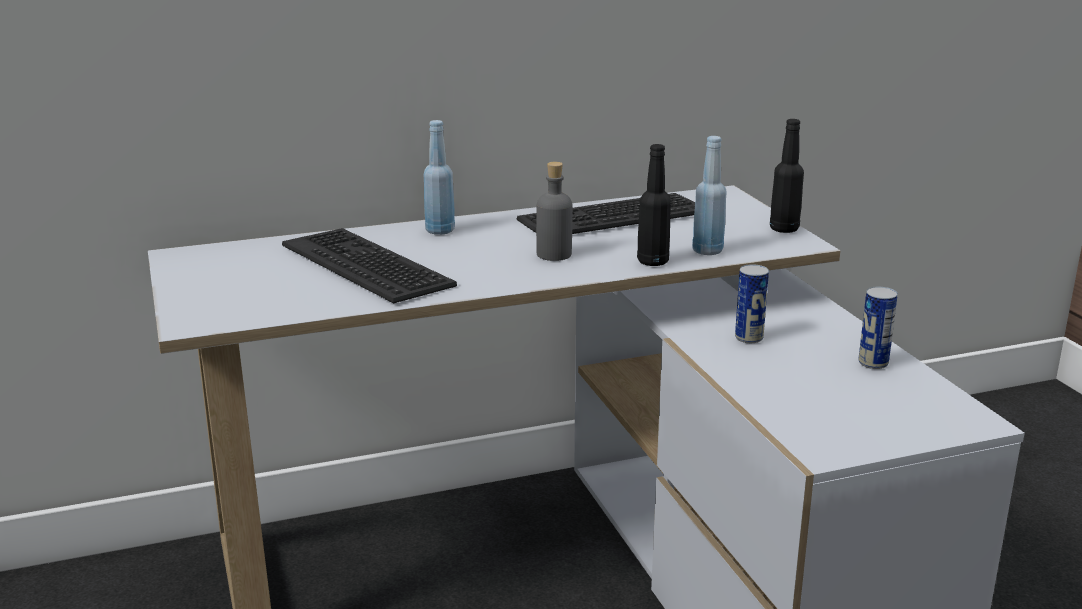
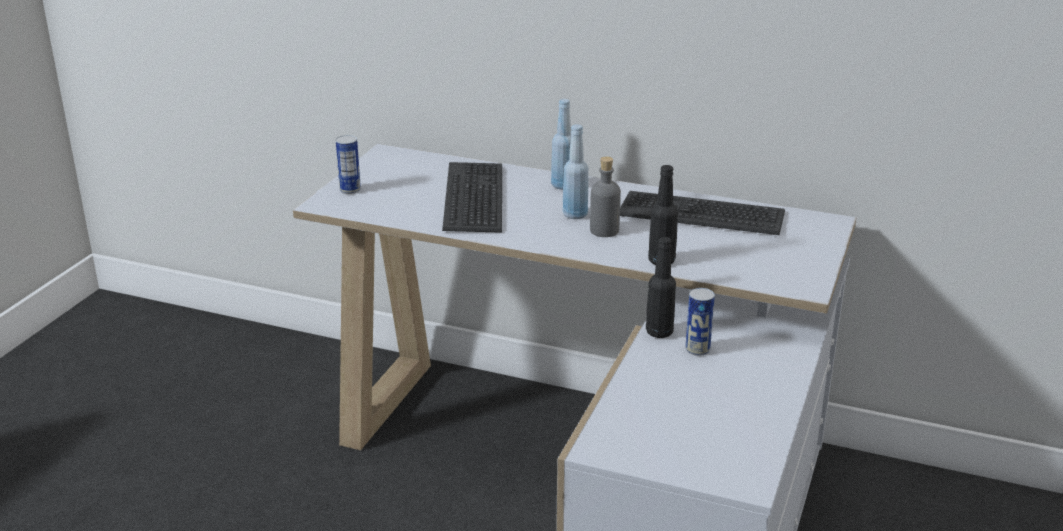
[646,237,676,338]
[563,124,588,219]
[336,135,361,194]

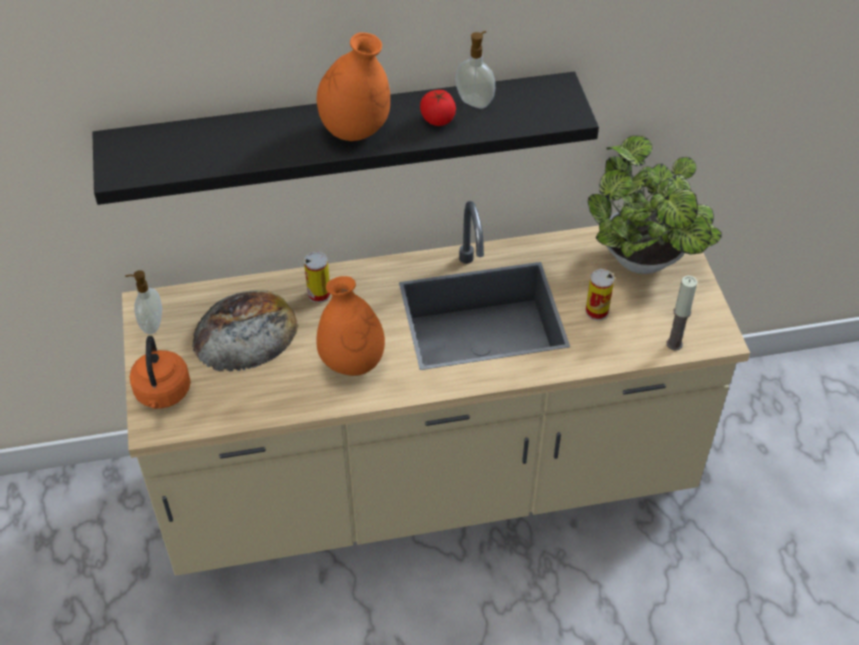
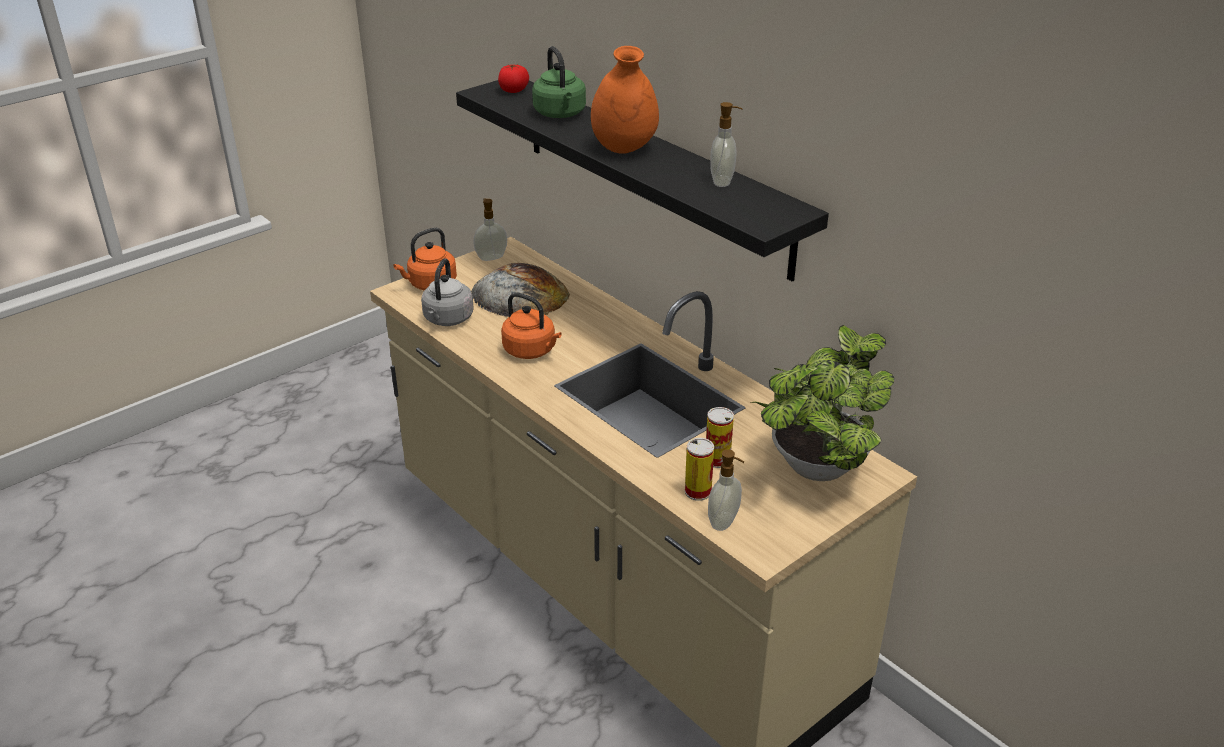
[498,64,529,93]
[685,438,714,501]
[501,292,562,359]
[708,449,744,531]
[532,46,586,118]
[421,258,474,326]

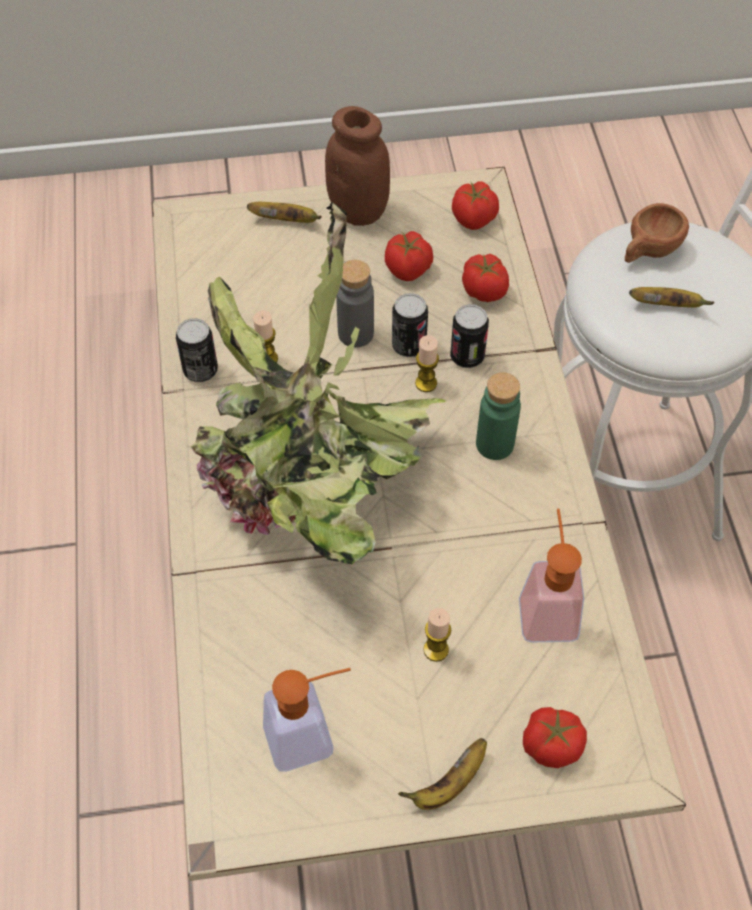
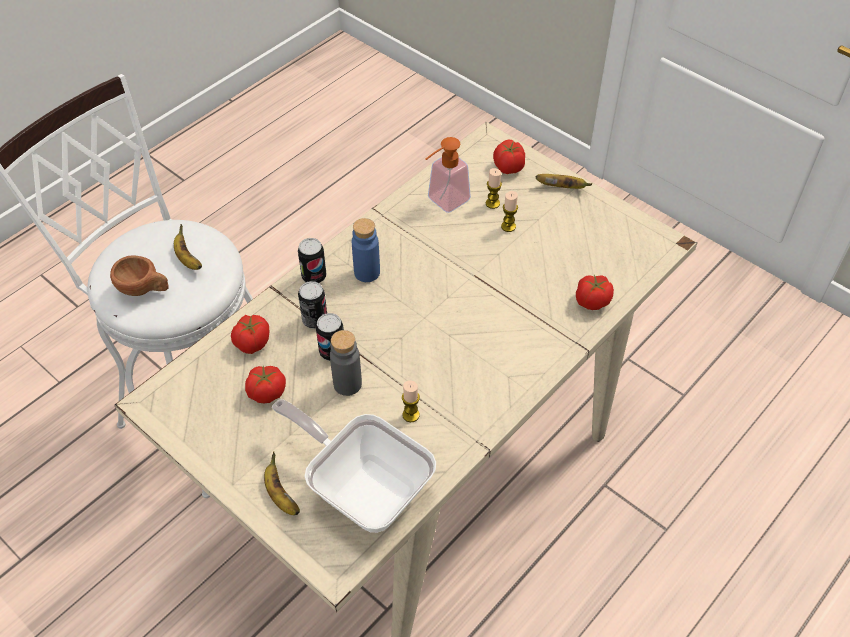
[325,106,390,226] (first image)
[576,275,614,310]
[191,202,446,565] (first image)
[298,238,327,283]
[486,168,502,209]
[352,218,380,282]
[263,668,351,772] (first image)
[272,399,436,533]

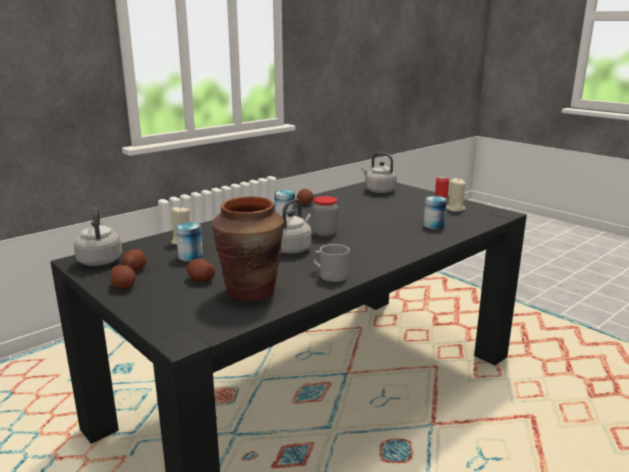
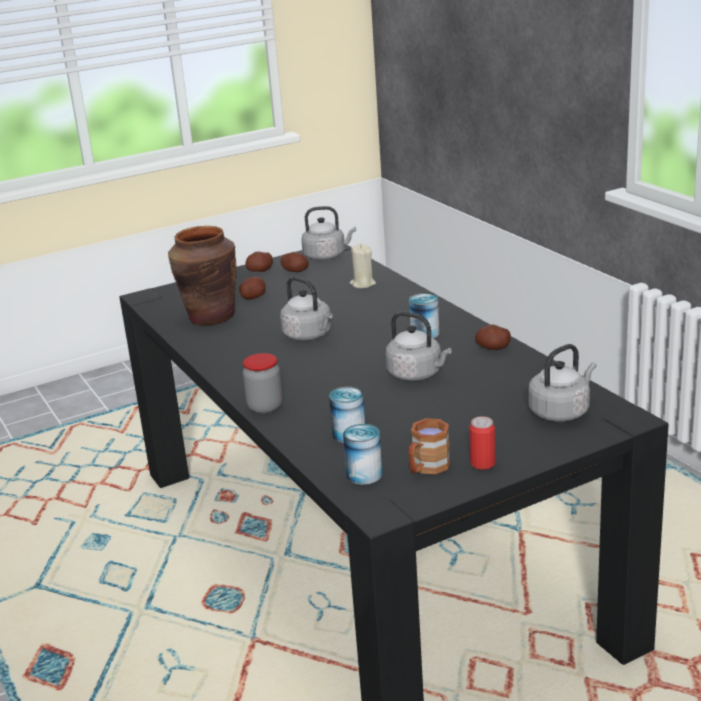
[409,418,450,474]
[243,353,283,414]
[343,424,382,485]
[313,244,350,282] (first image)
[386,311,451,381]

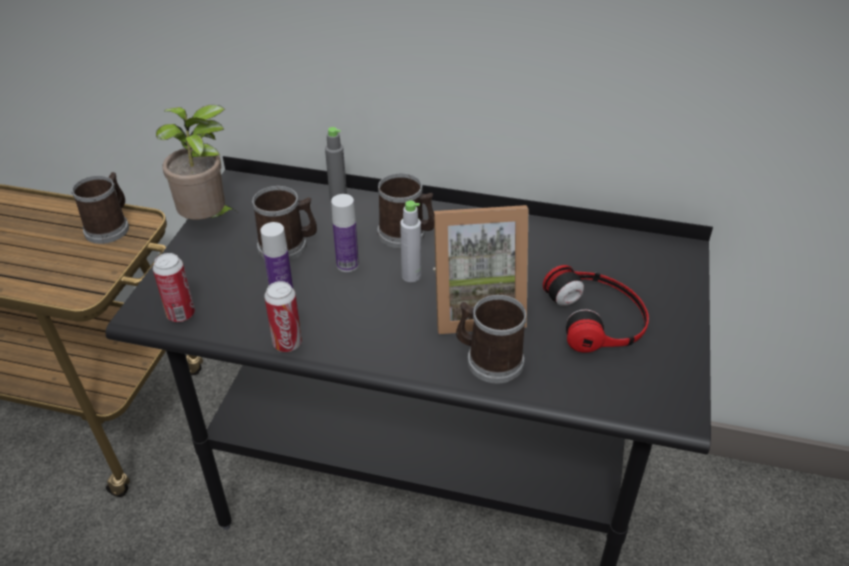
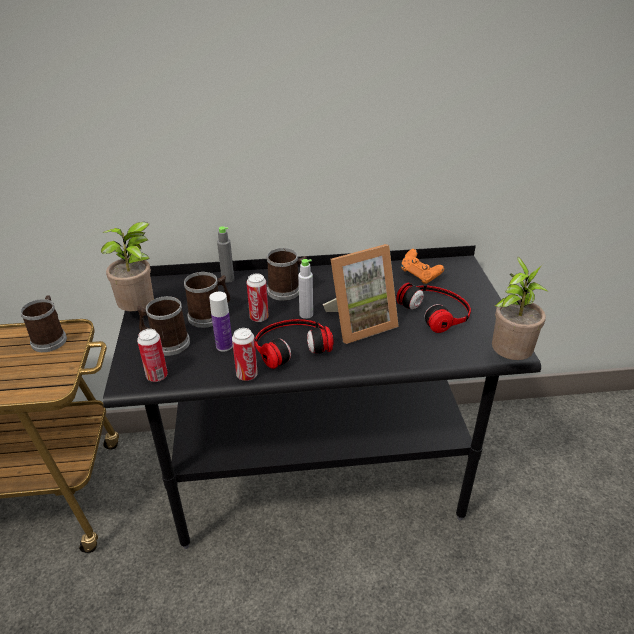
[246,274,269,322]
[136,296,190,356]
[401,249,444,284]
[492,257,548,360]
[255,319,334,369]

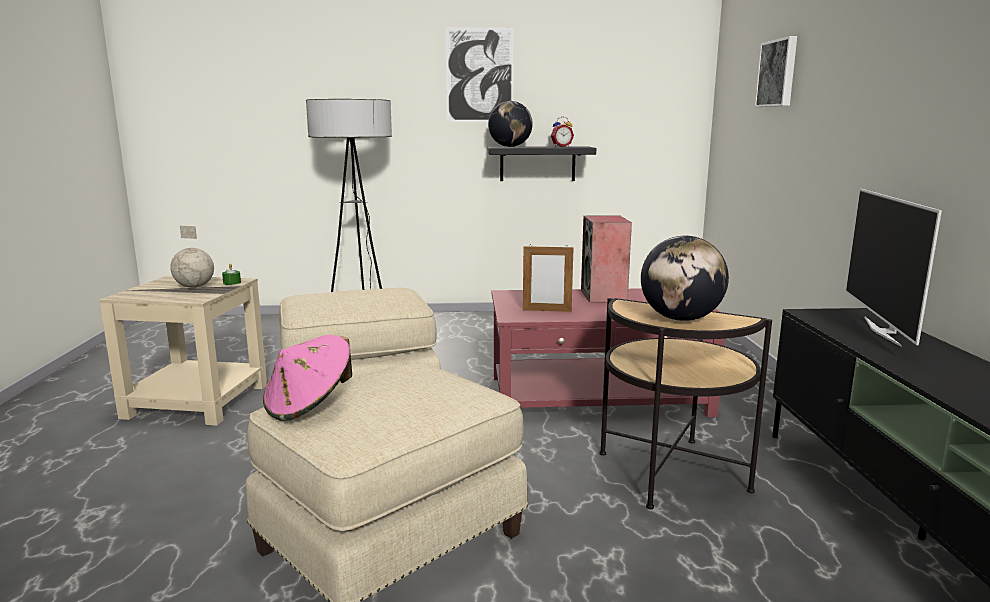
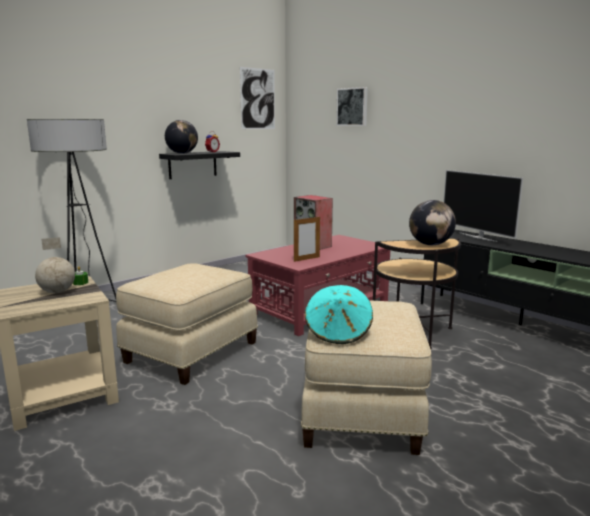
[240,67,275,129]
[304,285,373,344]

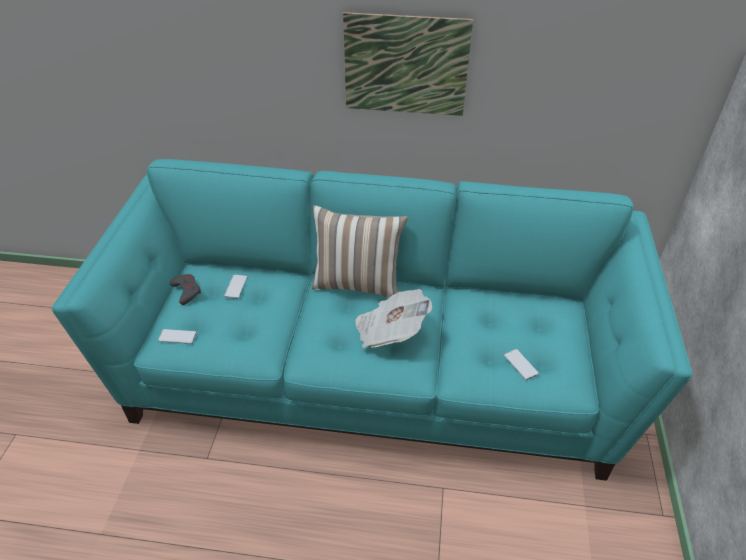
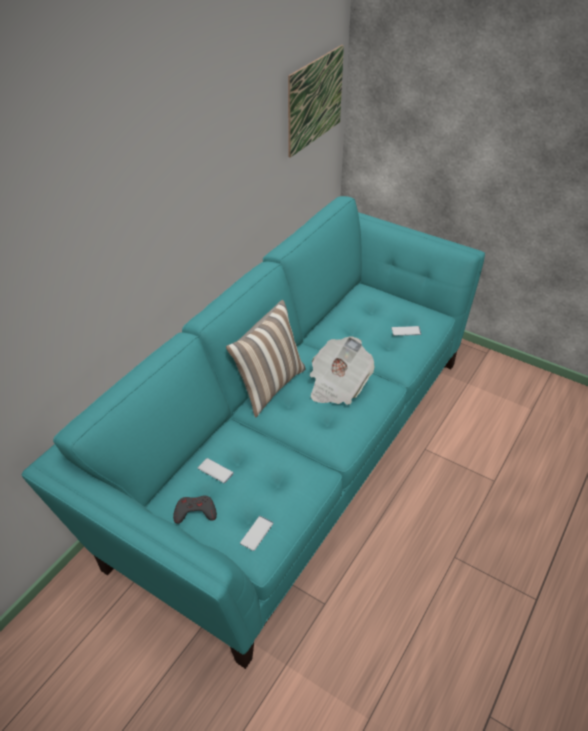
[288,45,344,158]

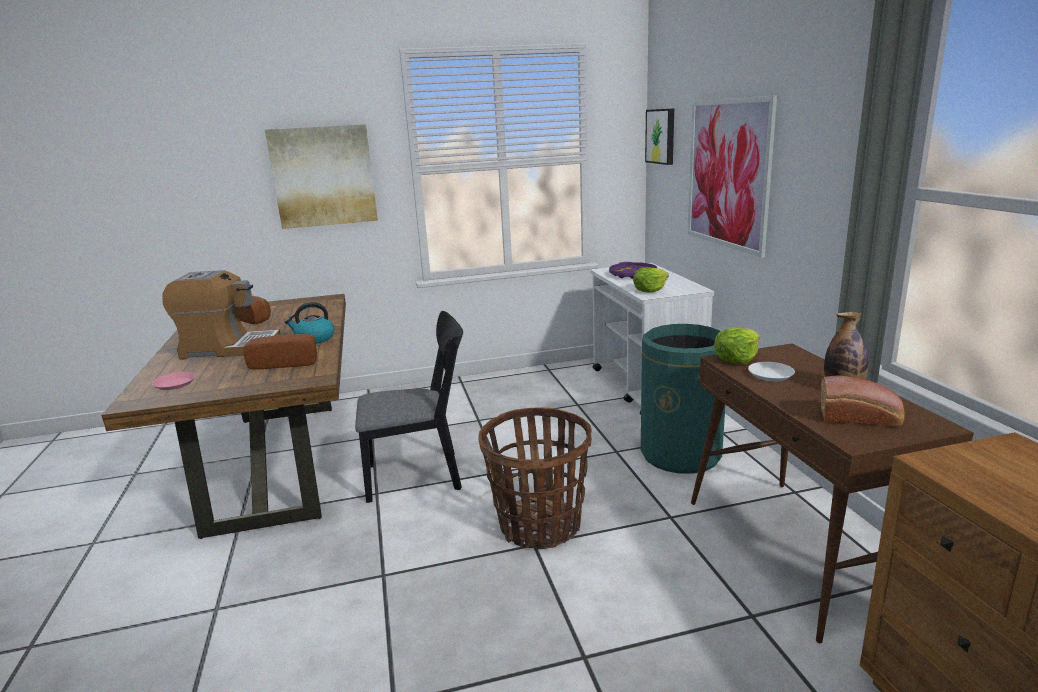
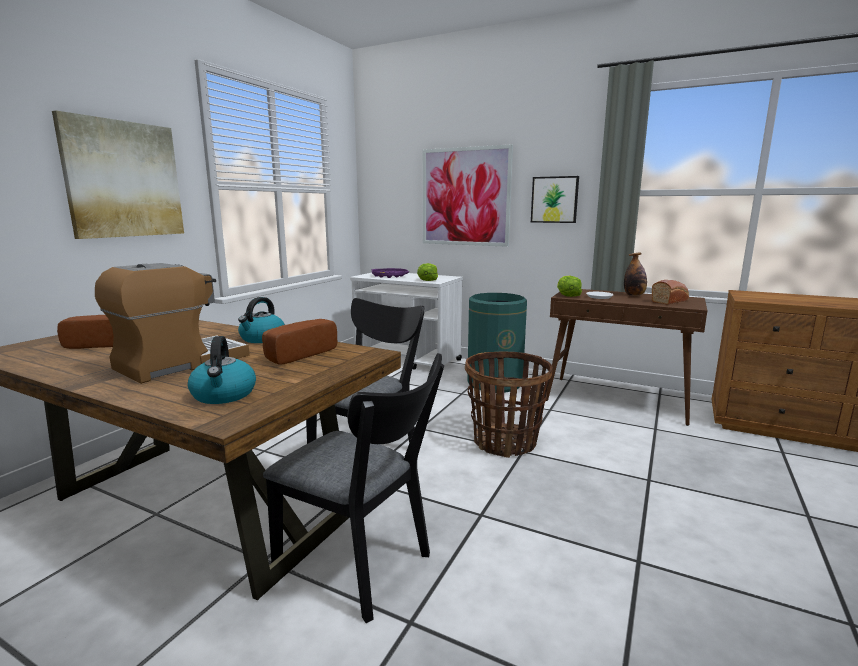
[531,176,579,223]
[188,336,256,404]
[263,353,444,623]

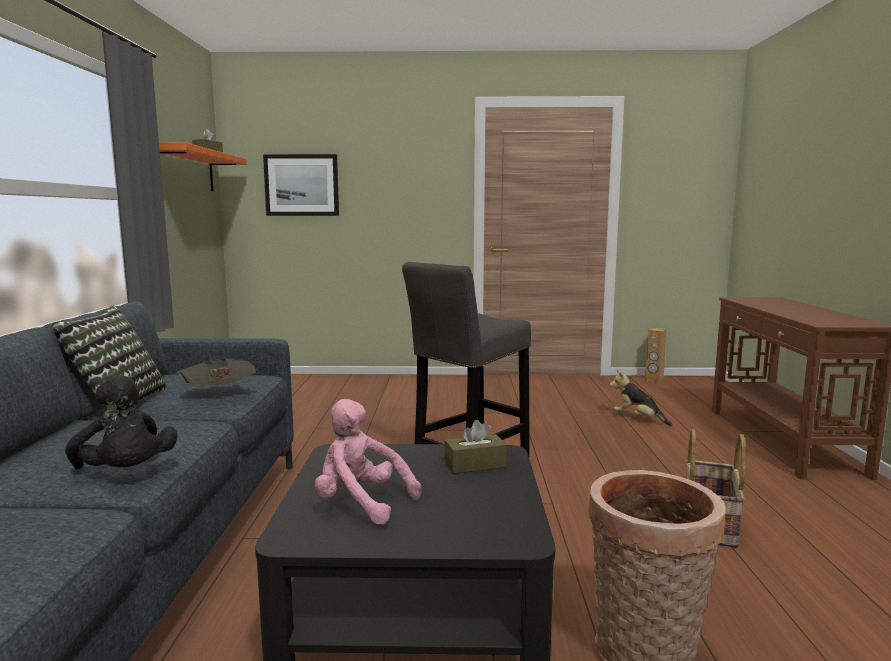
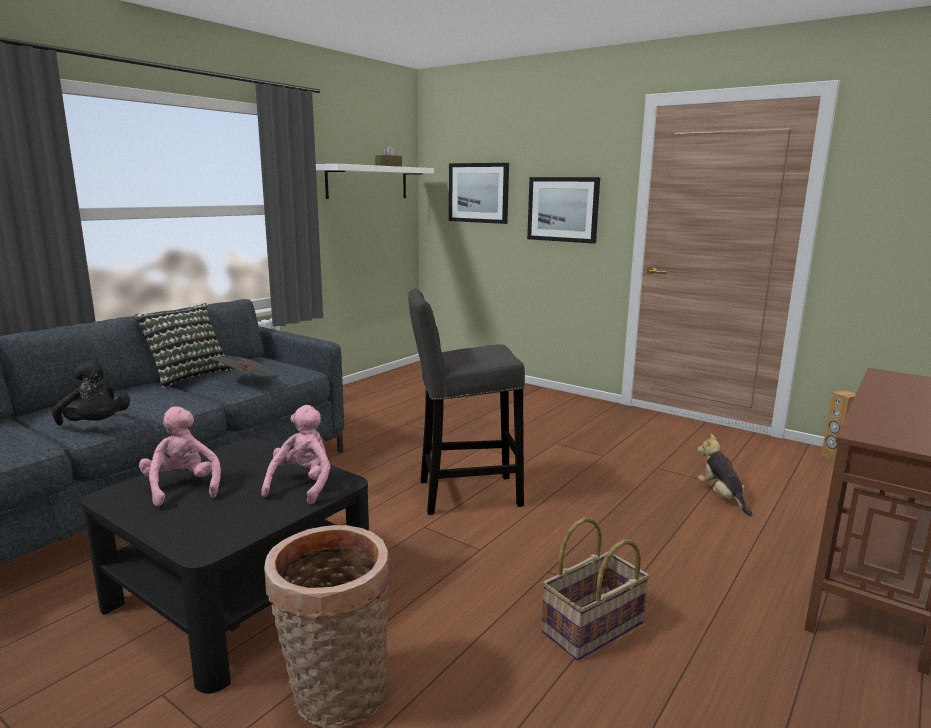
[316,164,434,199]
[52,360,130,425]
[261,405,331,504]
[527,177,600,244]

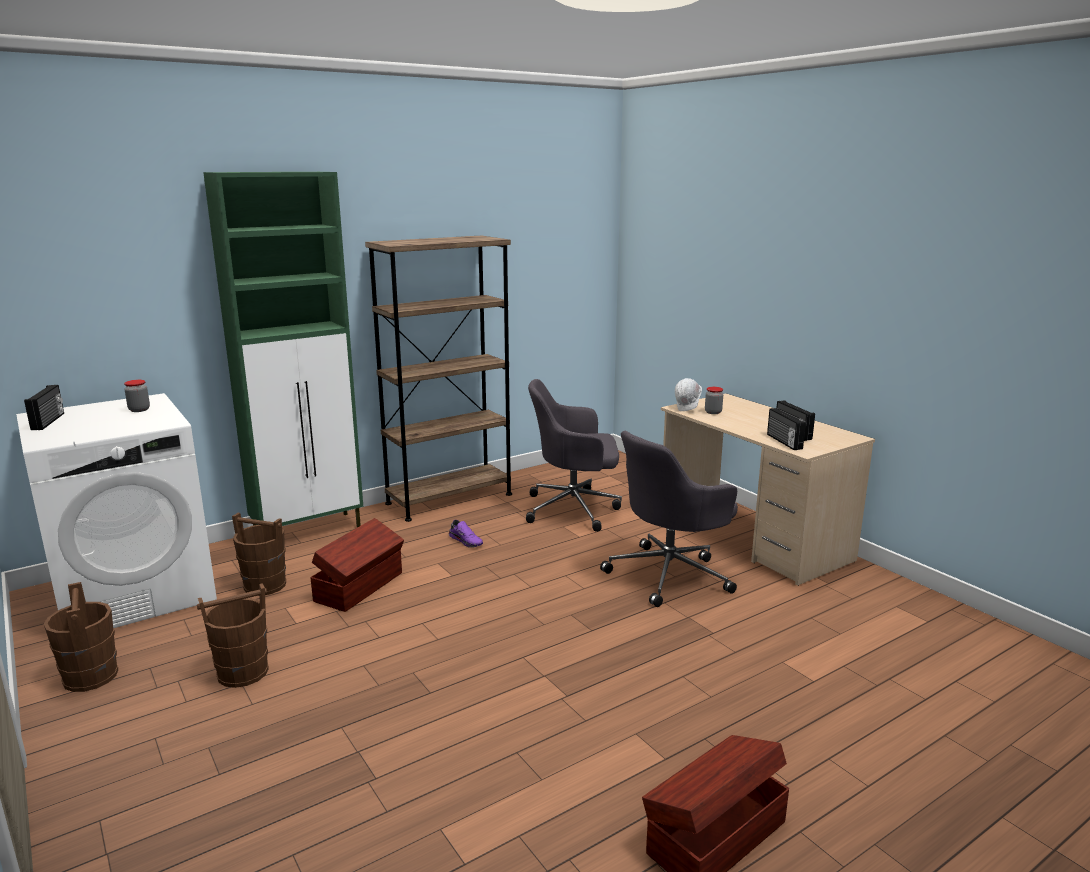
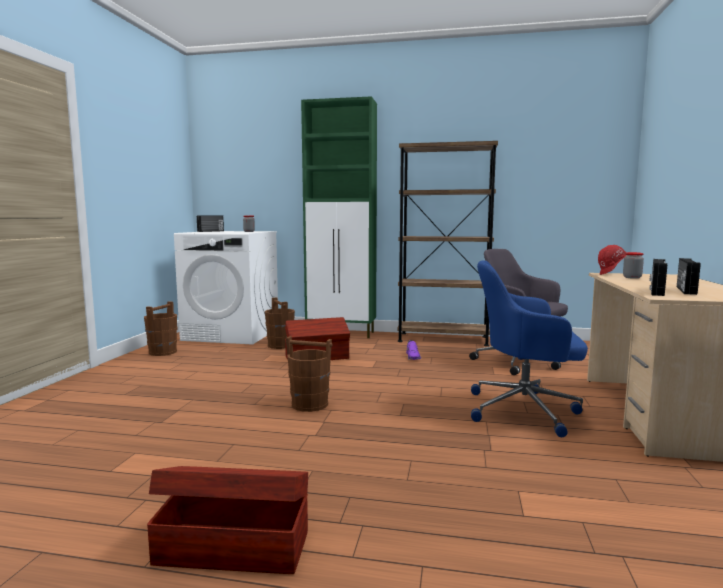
[598,245,627,275]
[471,261,588,437]
[286,336,332,412]

